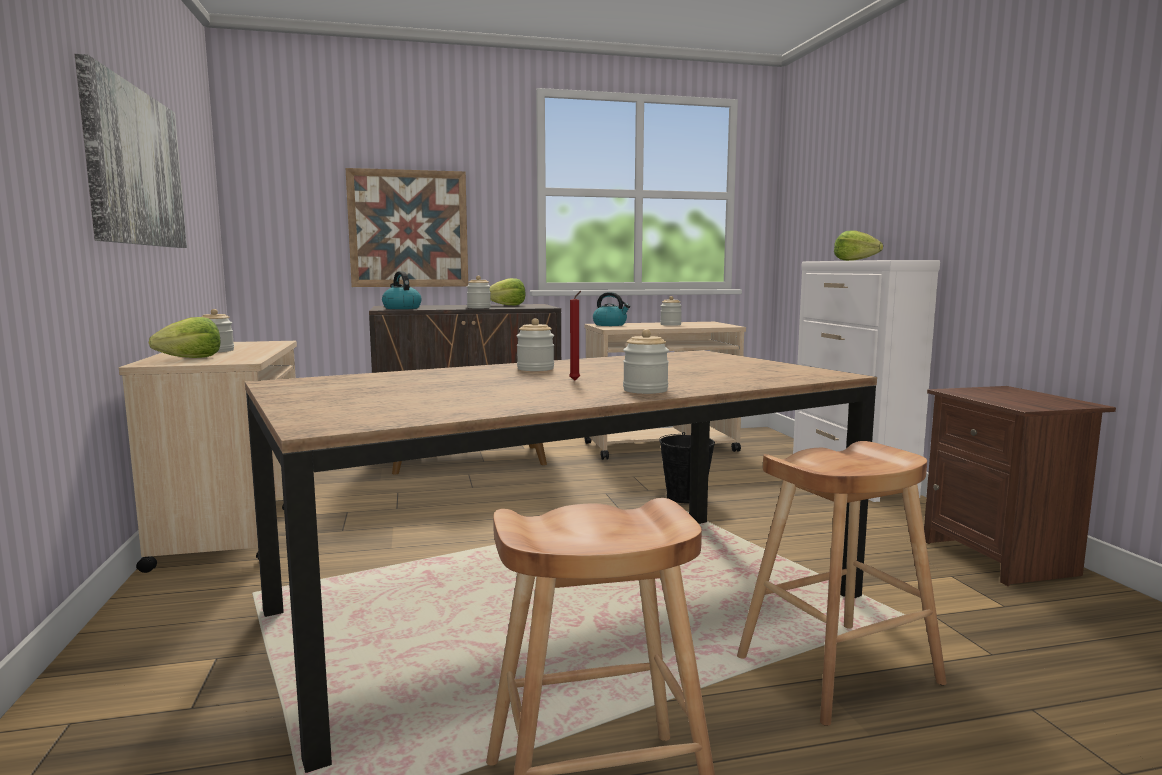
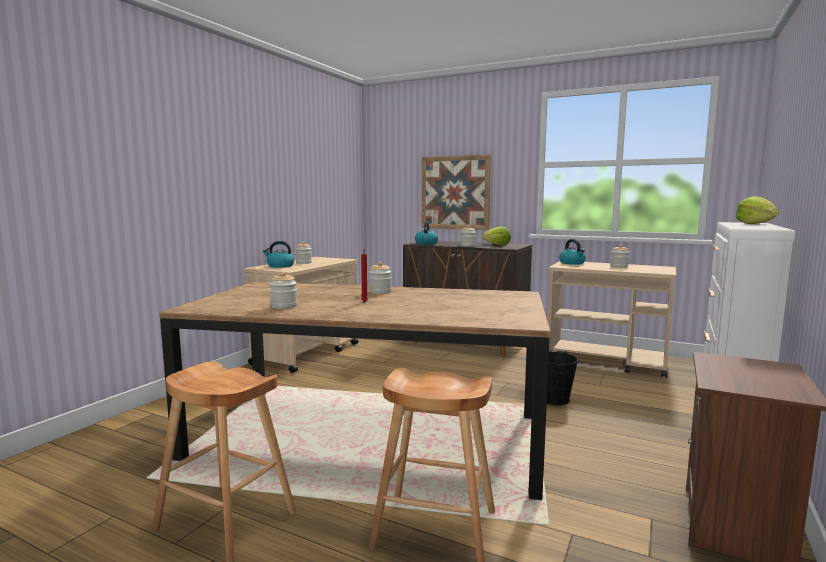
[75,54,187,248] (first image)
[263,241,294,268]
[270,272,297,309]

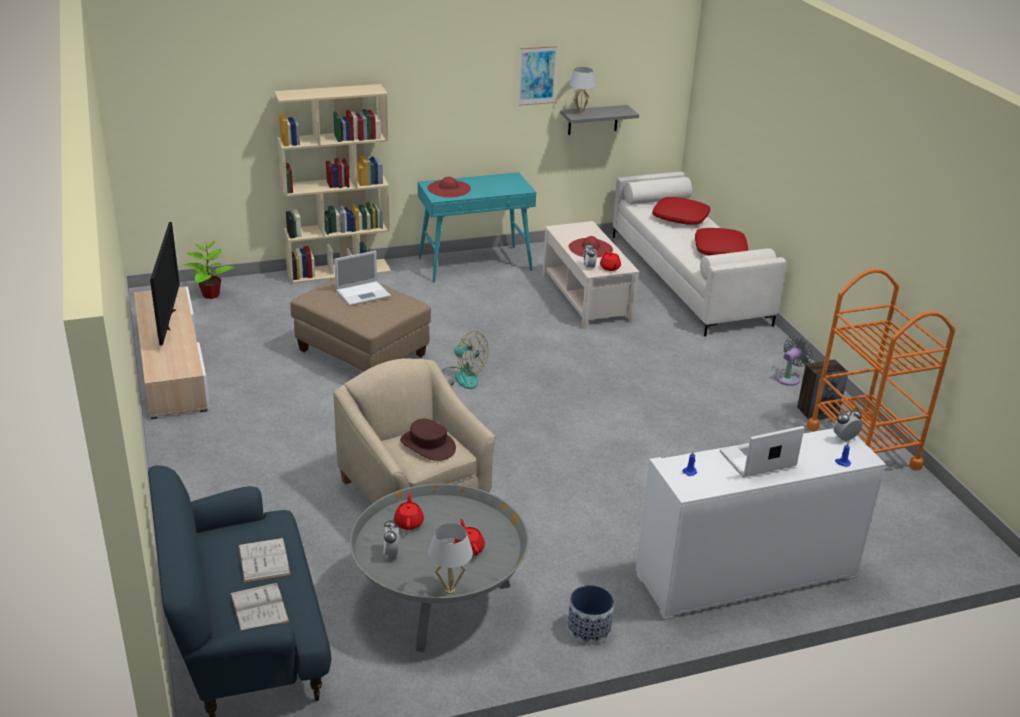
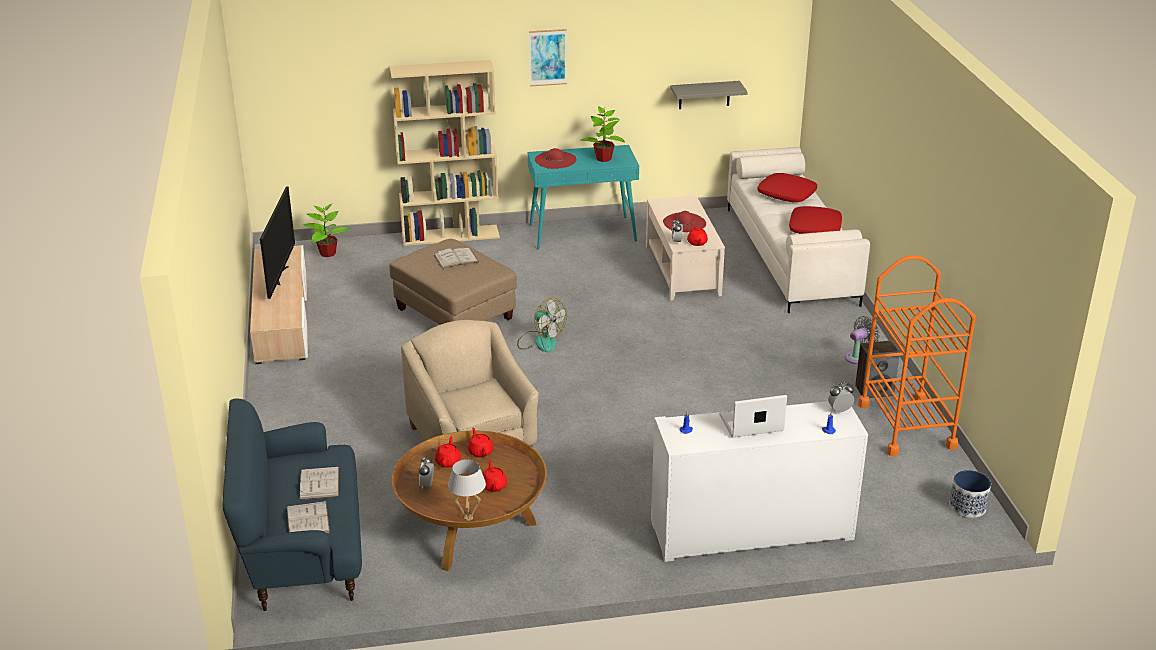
[529,29,567,86]
[569,67,596,115] (first image)
[434,248,479,269]
[400,419,456,461] (first image)
[392,431,547,571]
[949,470,991,518]
[581,106,625,162]
[468,427,493,457]

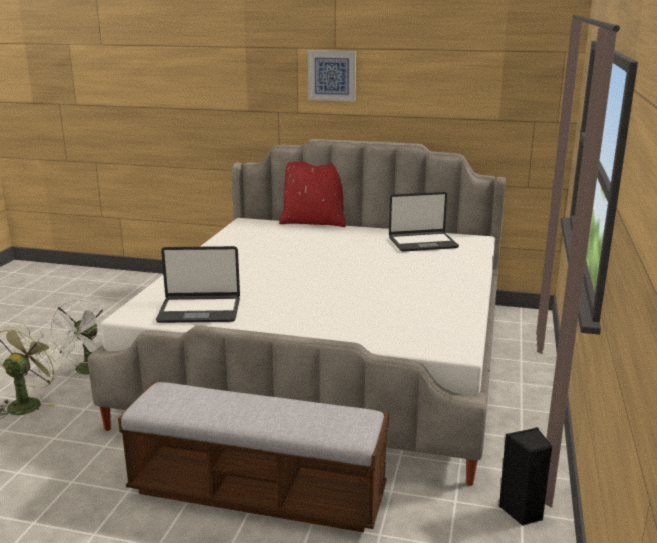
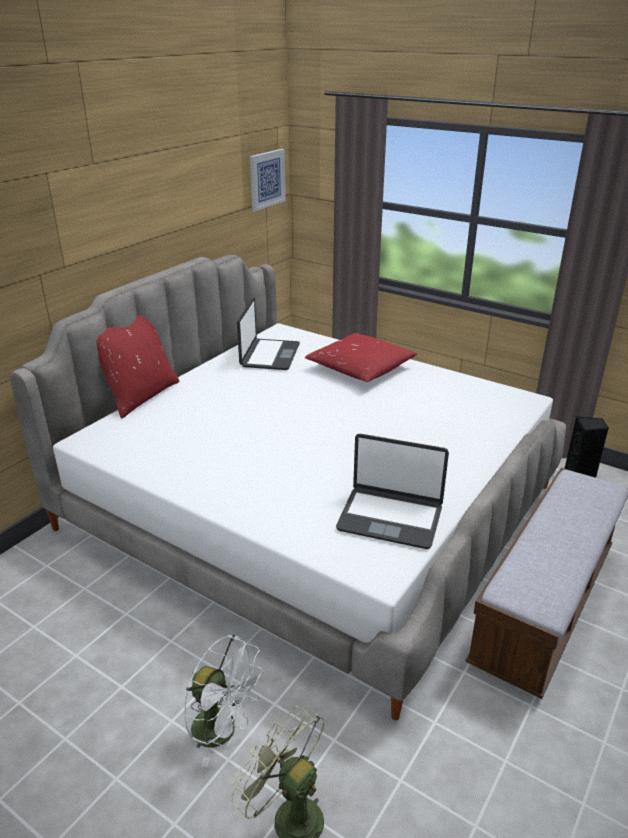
[250,149,286,211]
[336,434,449,549]
[305,333,417,382]

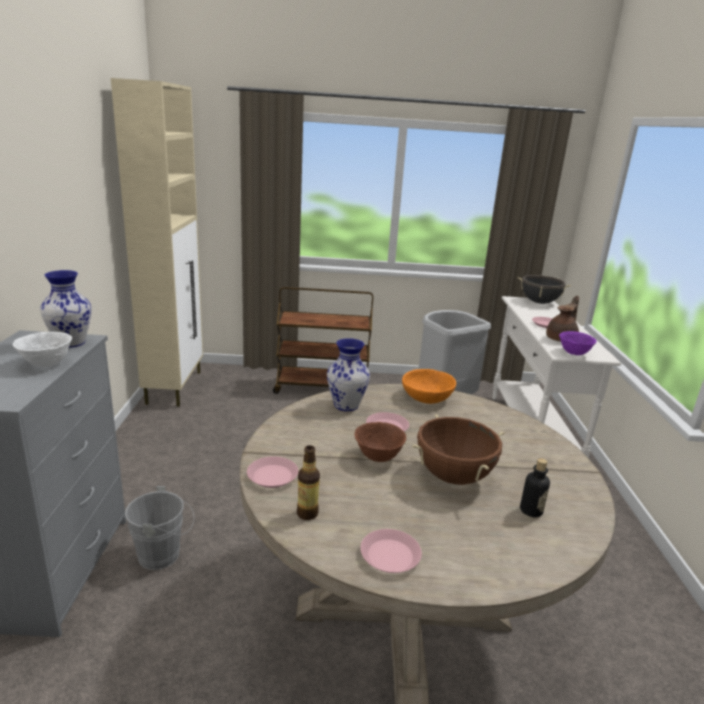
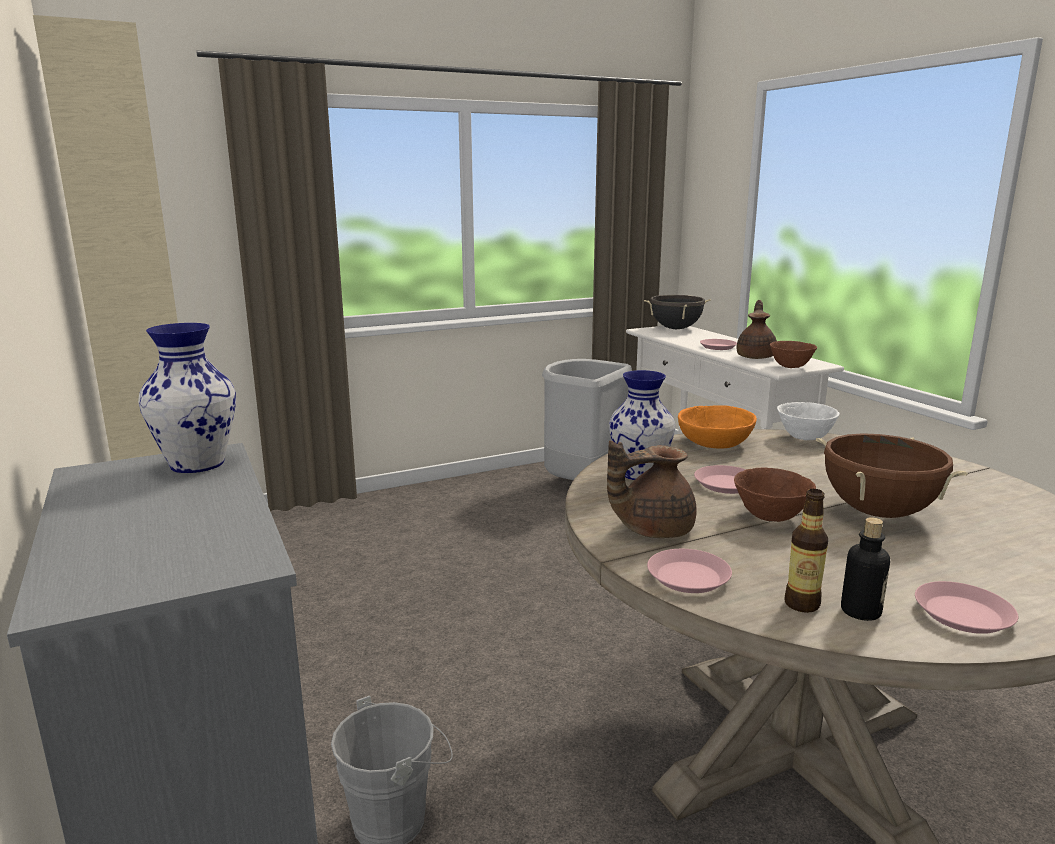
[273,287,373,394] (first image)
[770,341,817,368]
[777,402,840,440]
[841,517,890,621]
[607,440,697,538]

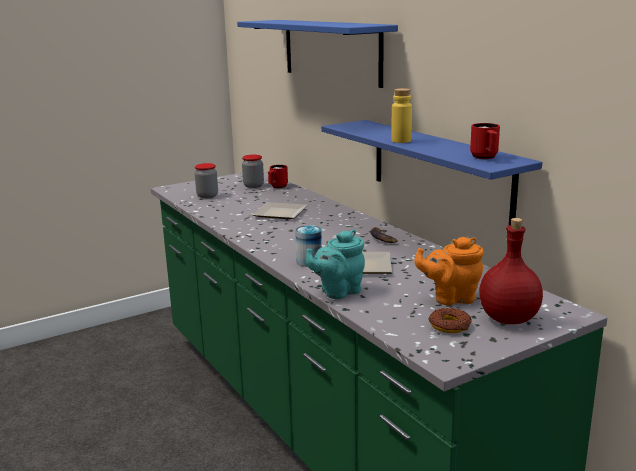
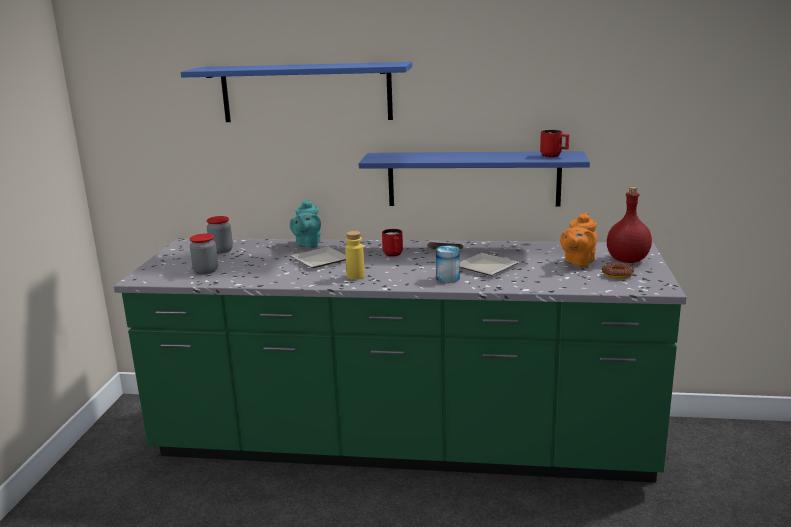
[345,231,365,280]
[382,229,403,257]
[290,199,321,248]

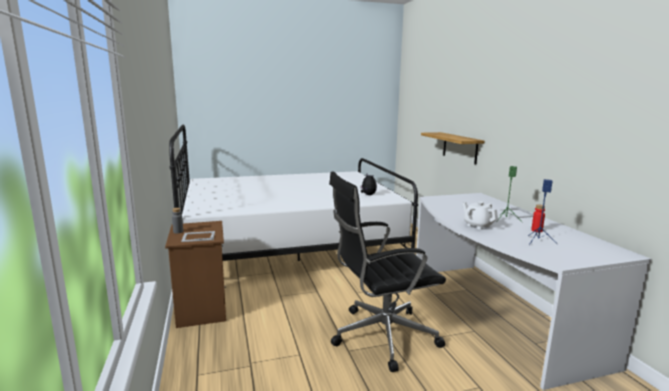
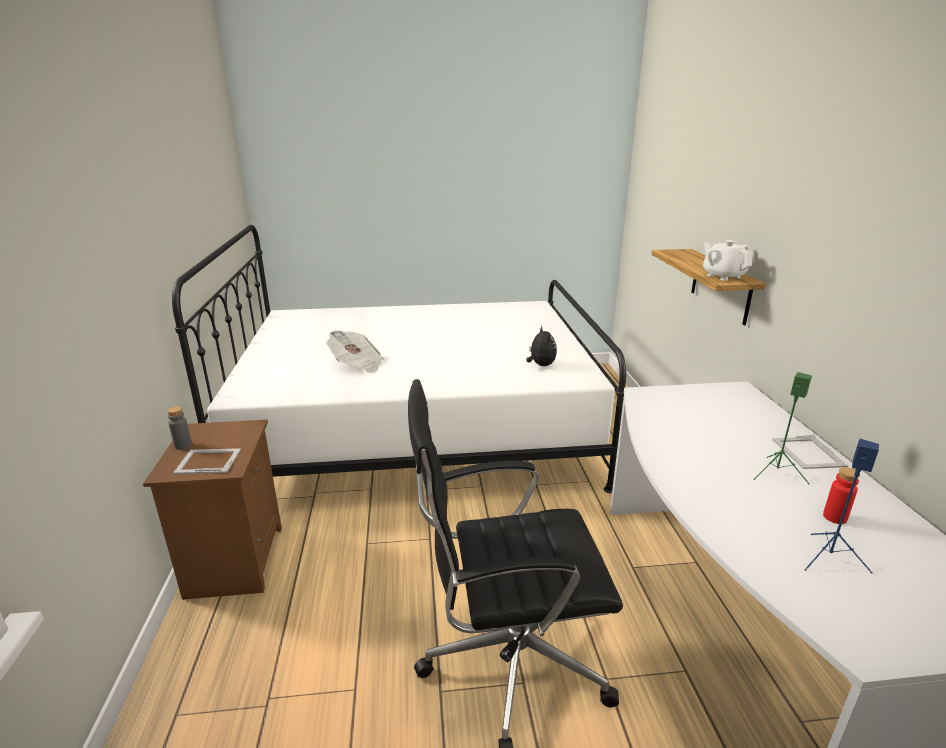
[703,240,752,281]
[326,330,384,373]

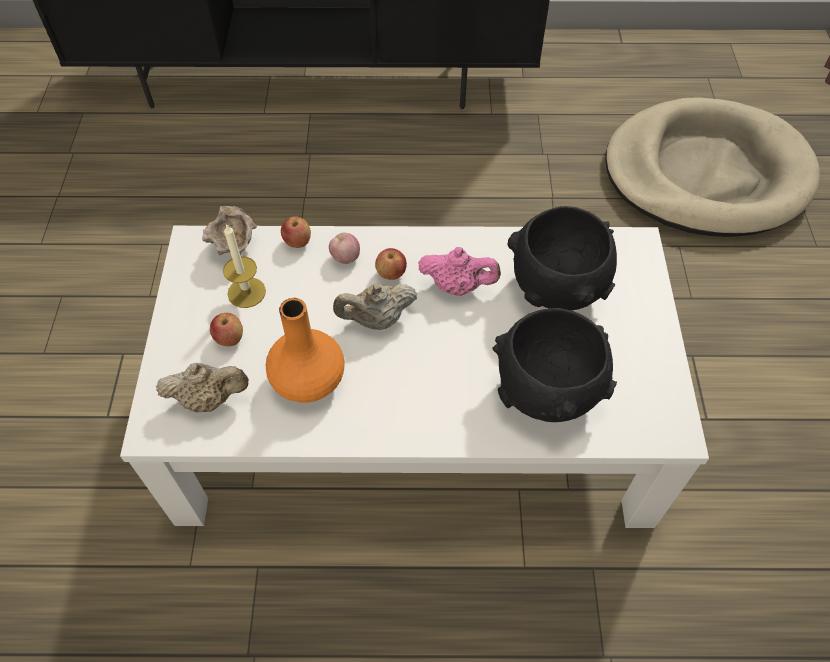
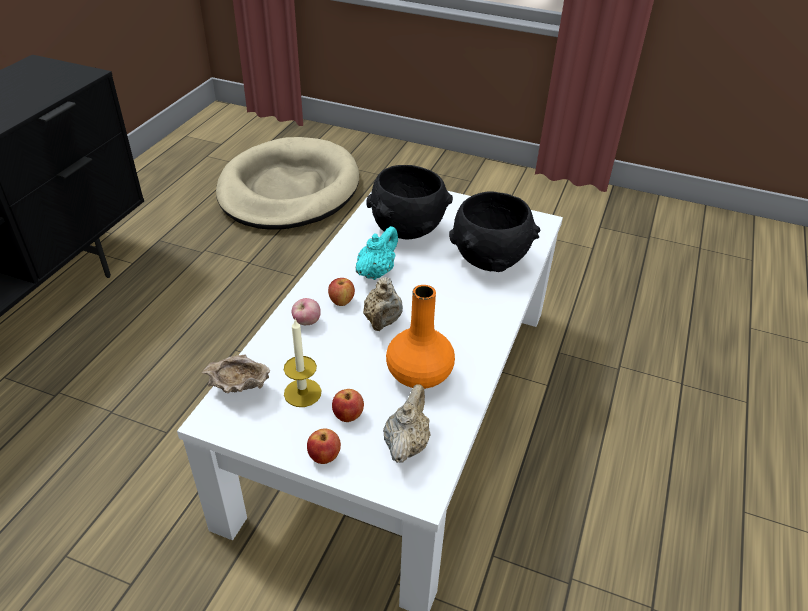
[307,429,341,464]
[356,226,398,280]

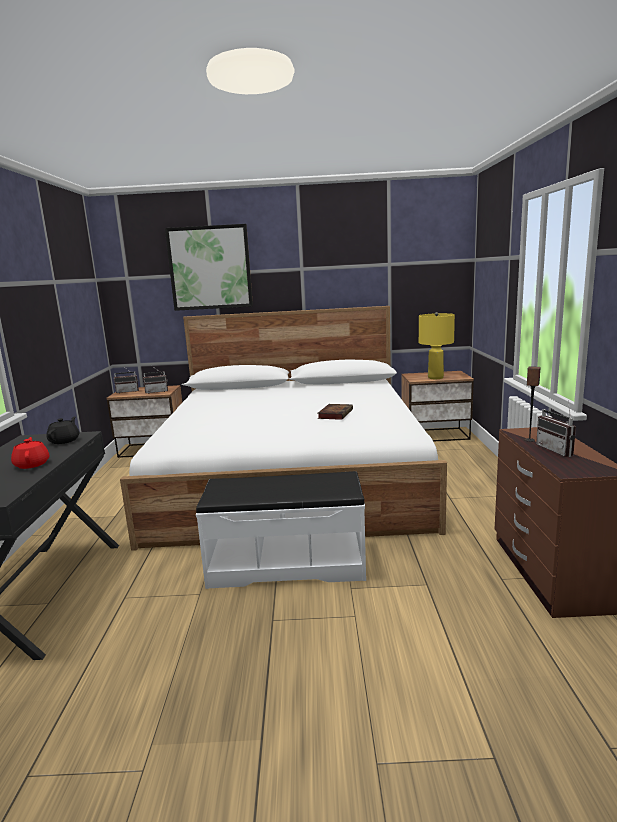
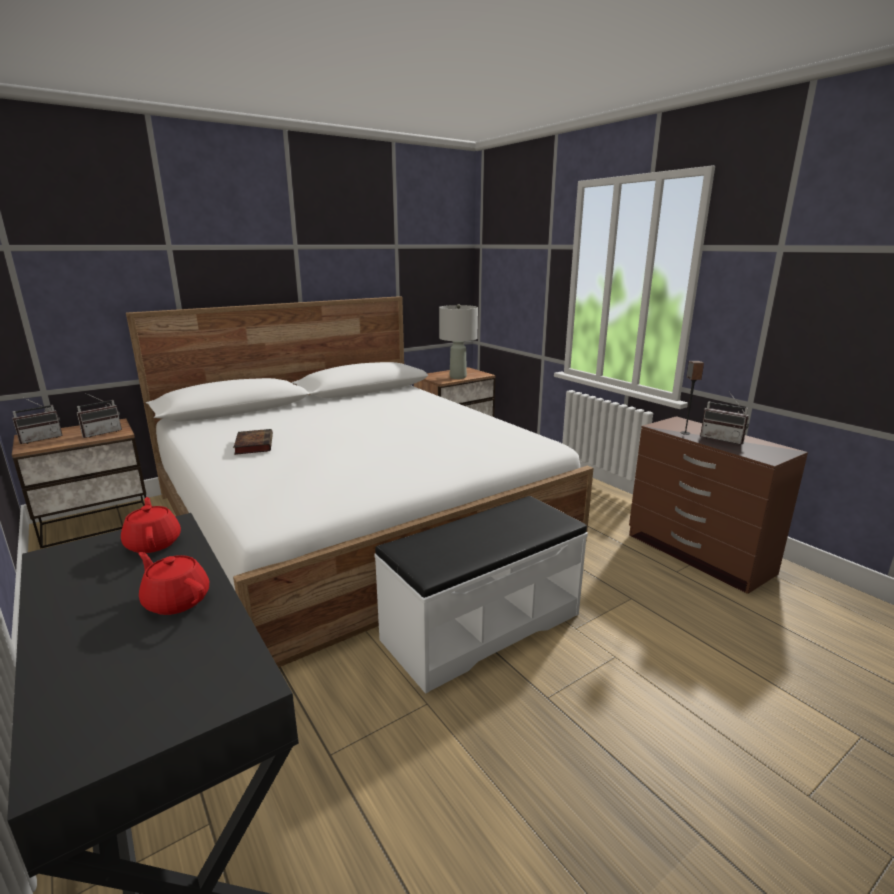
[165,224,253,311] (first image)
[439,304,478,379]
[233,429,273,455]
[121,497,181,553]

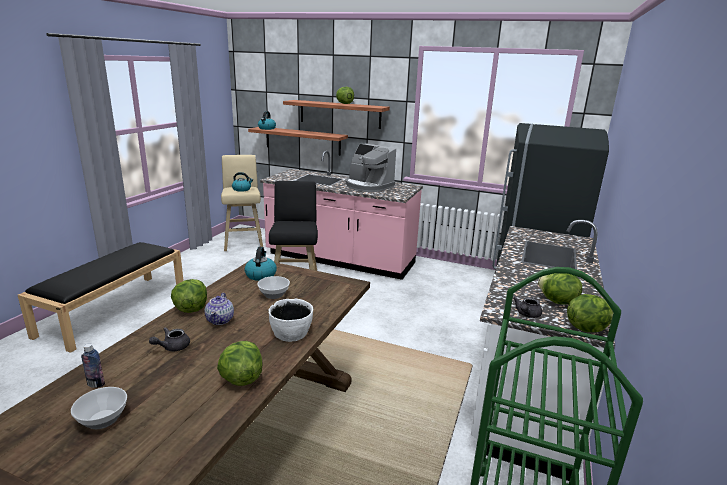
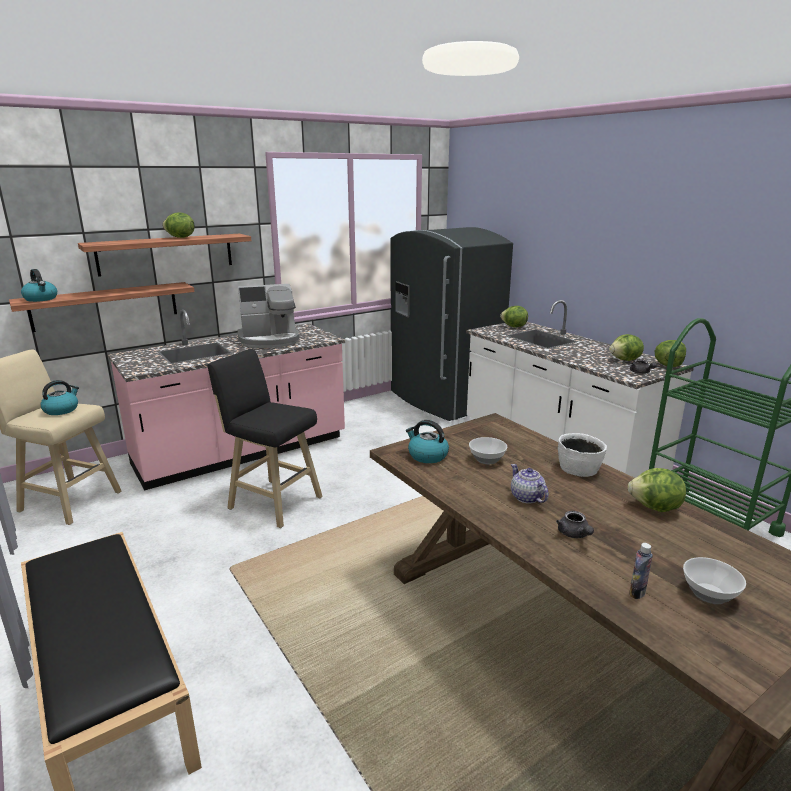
[500,306,528,328]
[511,464,549,504]

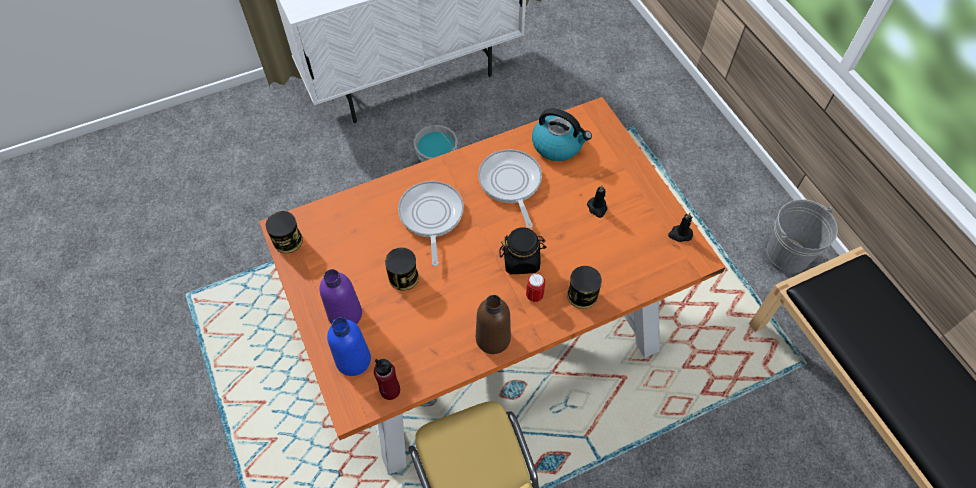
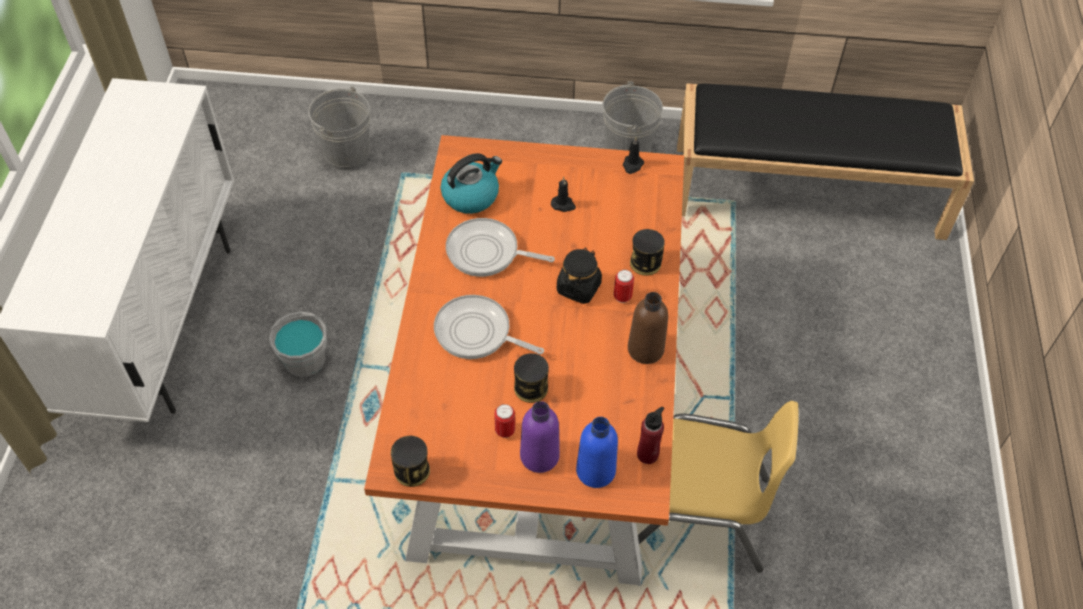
[308,86,370,170]
[494,404,515,438]

